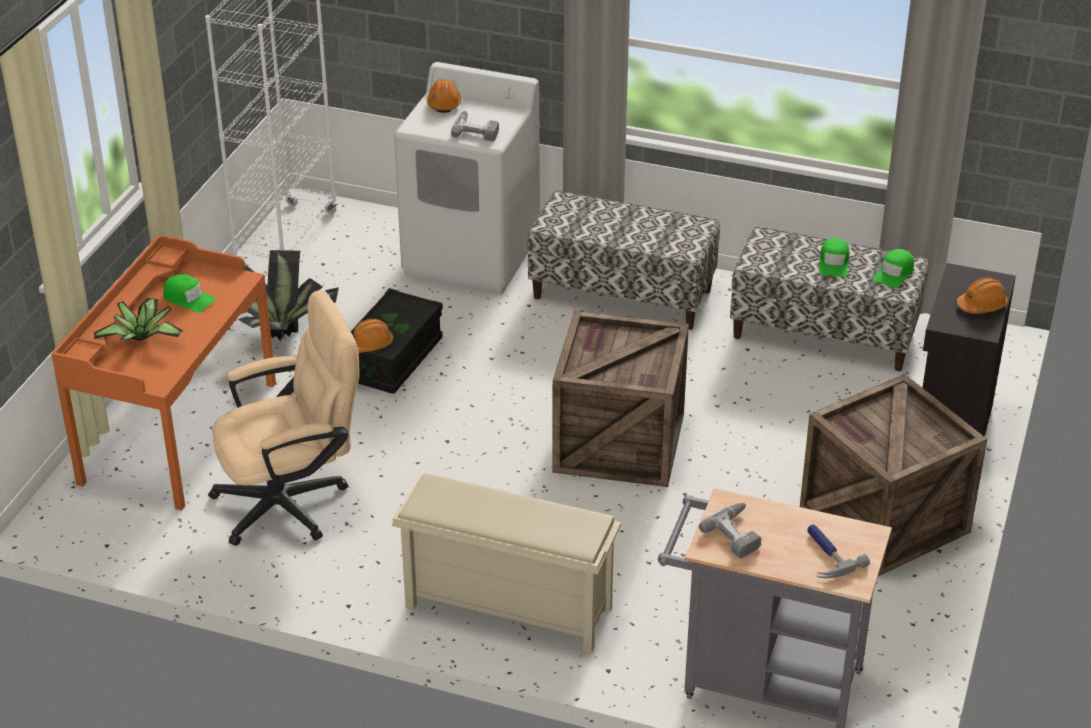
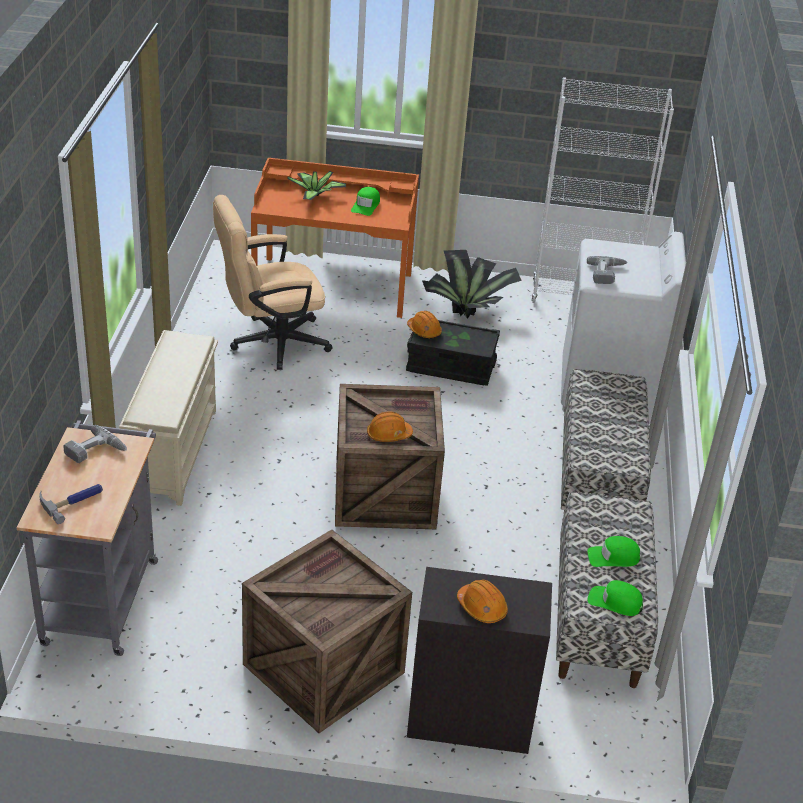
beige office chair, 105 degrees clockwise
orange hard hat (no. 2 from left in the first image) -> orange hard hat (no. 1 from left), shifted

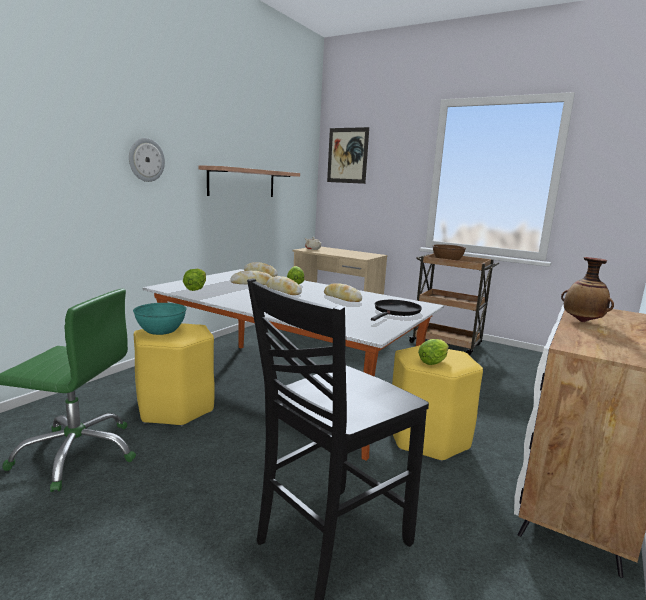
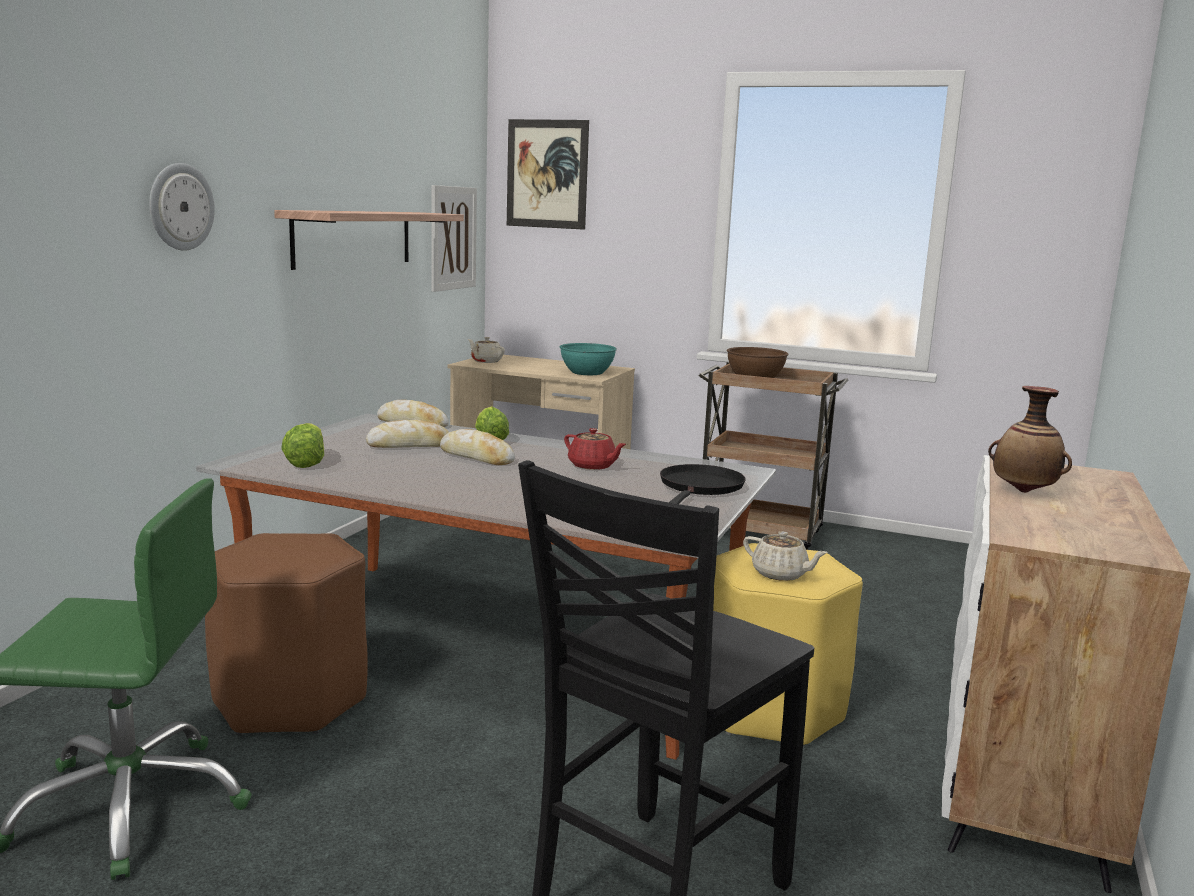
yellow stool (no. 1 from left) -> brown stool
none -> picture (no. 1 from left)
turquoise bowl, shifted
bread (no. 4 from left) -> red teapot
lettuce (no. 3 from left) -> beige teapot (no. 2 from left)

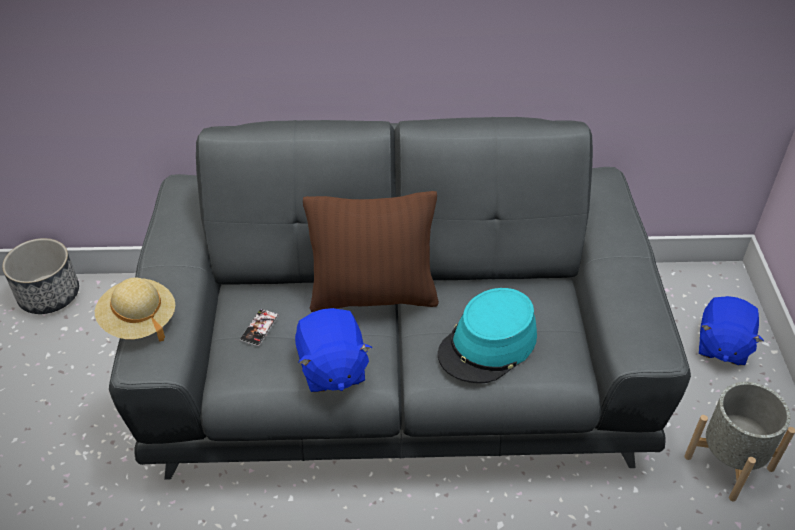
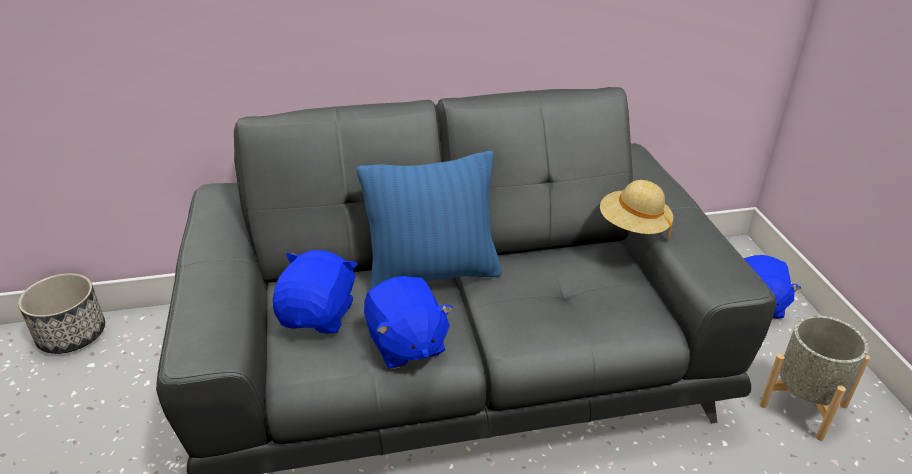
phone -> blue plush toy (no. 1 from left)
brown pillow -> blue pillow
beige hat, shifted
turquoise hat -> none

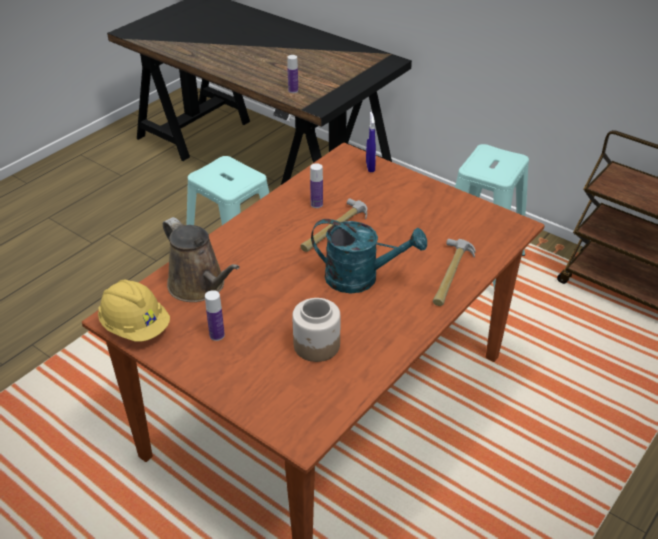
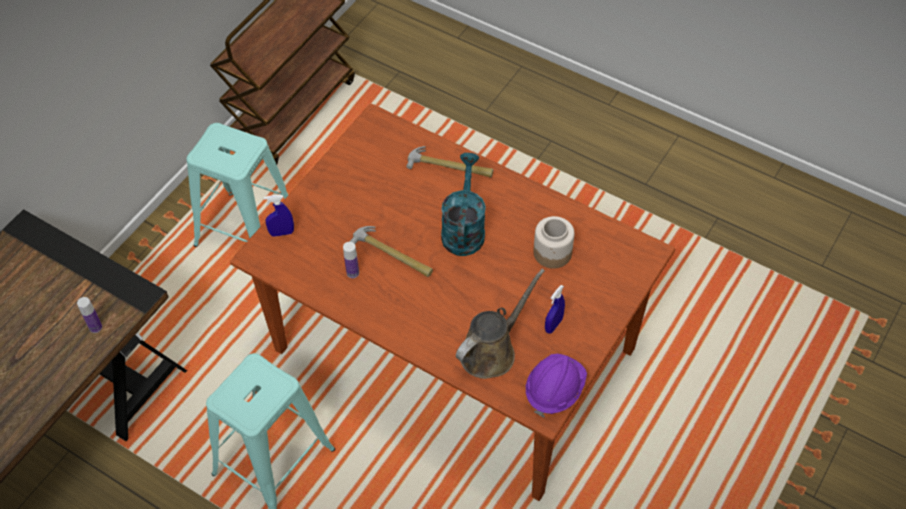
yellow hard hat -> purple hard hat
bottle (no. 1 from left) -> blue spray bottle (no. 2 from left)

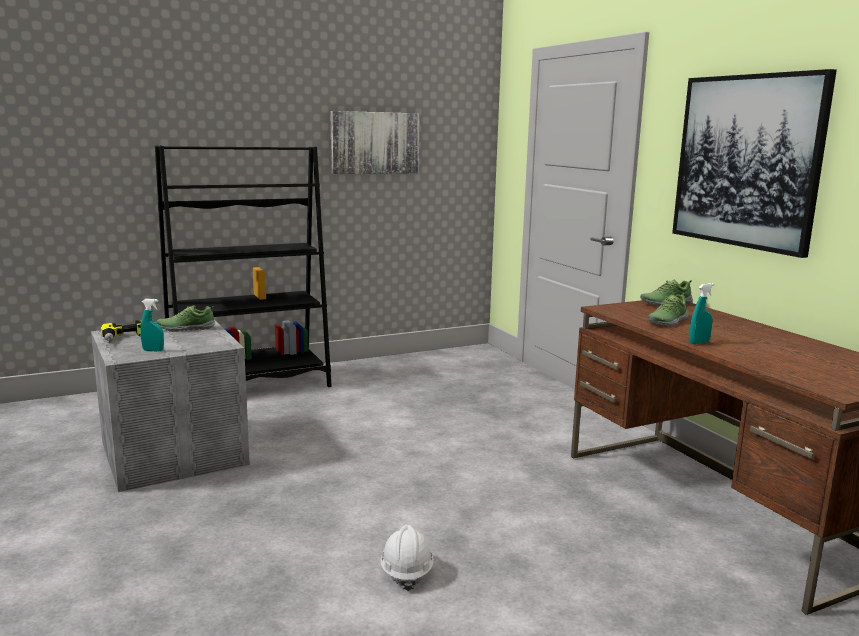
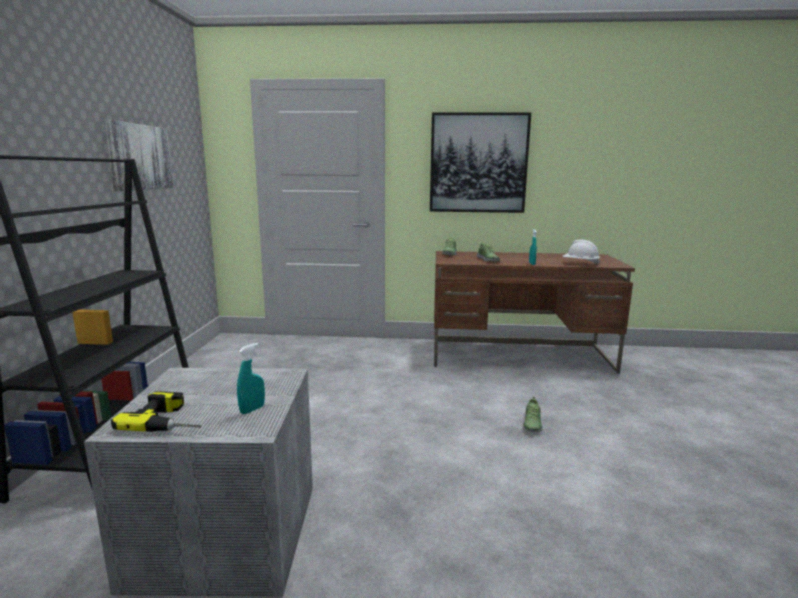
shoe (no. 1 from left in the first image) -> shoe (no. 3 from left), shifted
white hard hat, shifted

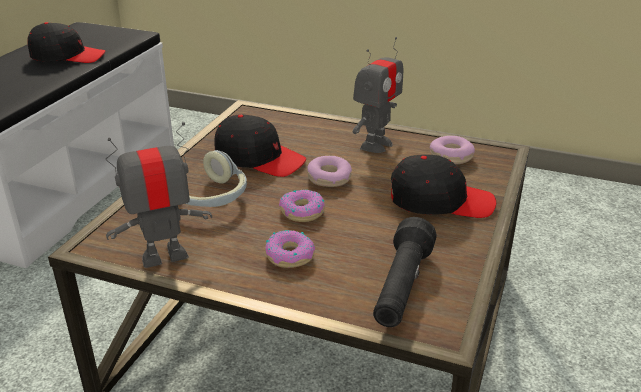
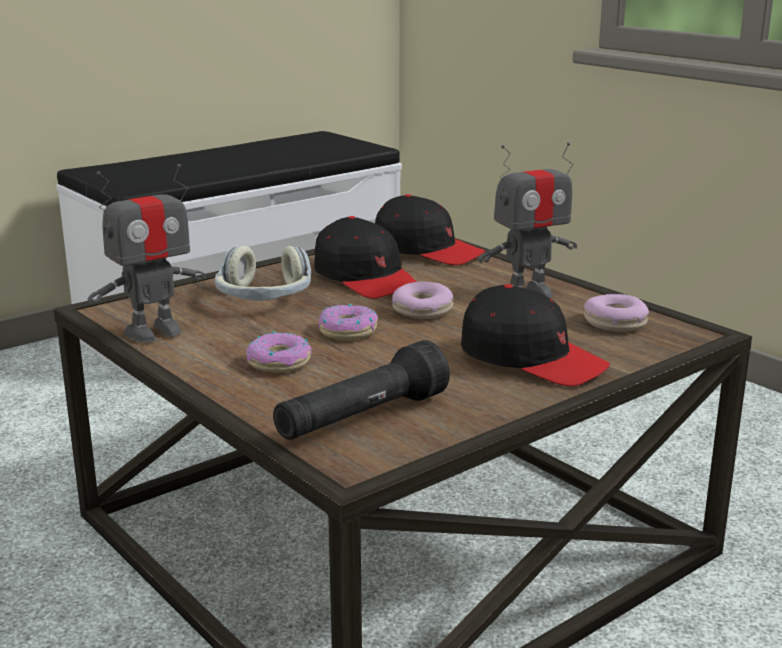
toy robot (no. 1 from left), 135 degrees clockwise
black cap (no. 1 from left in the first image) -> black cap (no. 2 from left), shifted

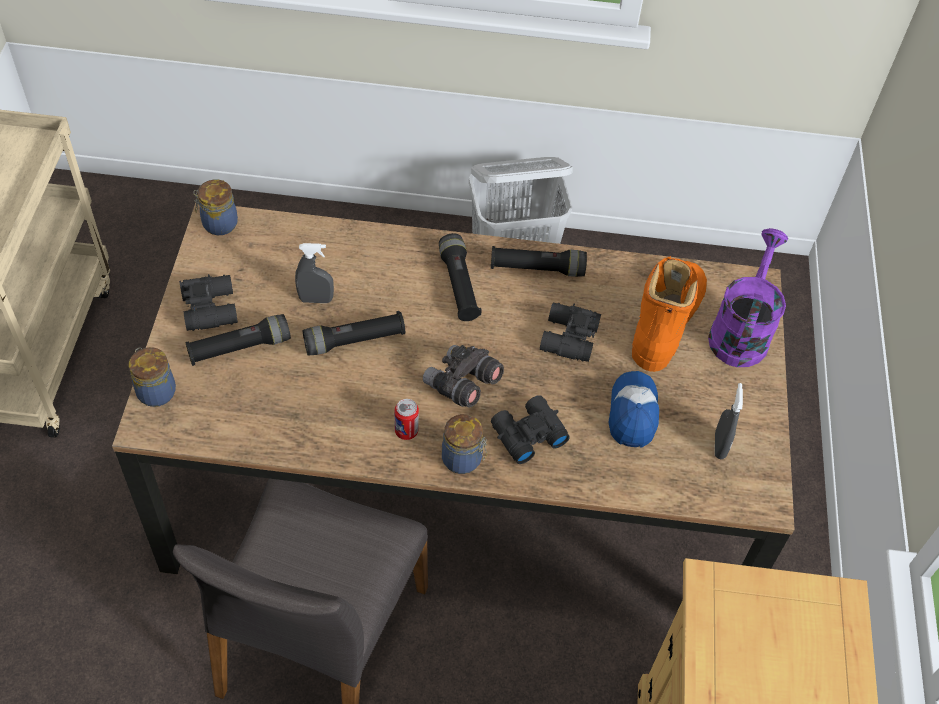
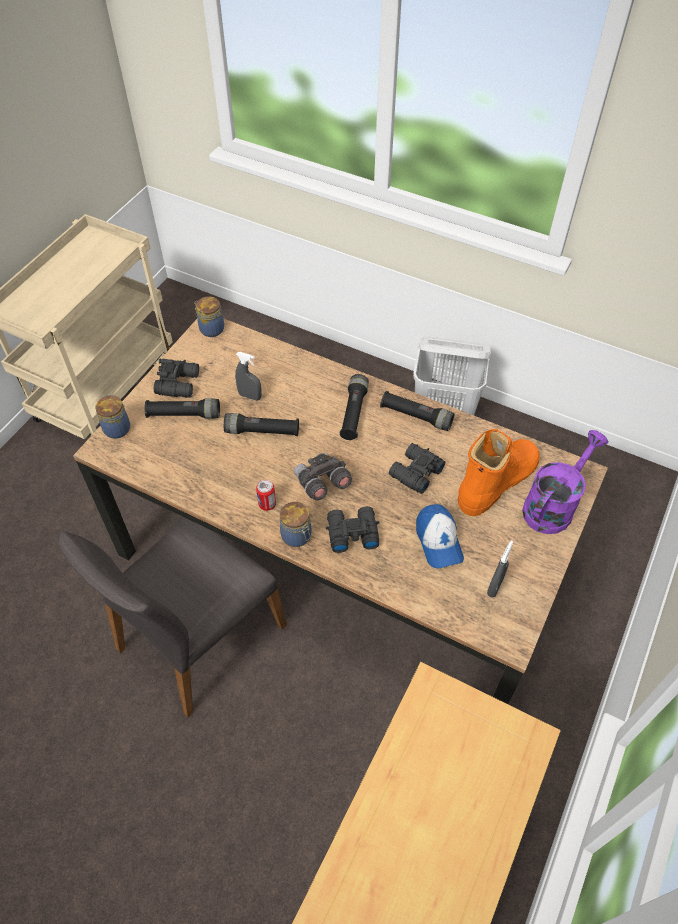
cap, 135 degrees clockwise

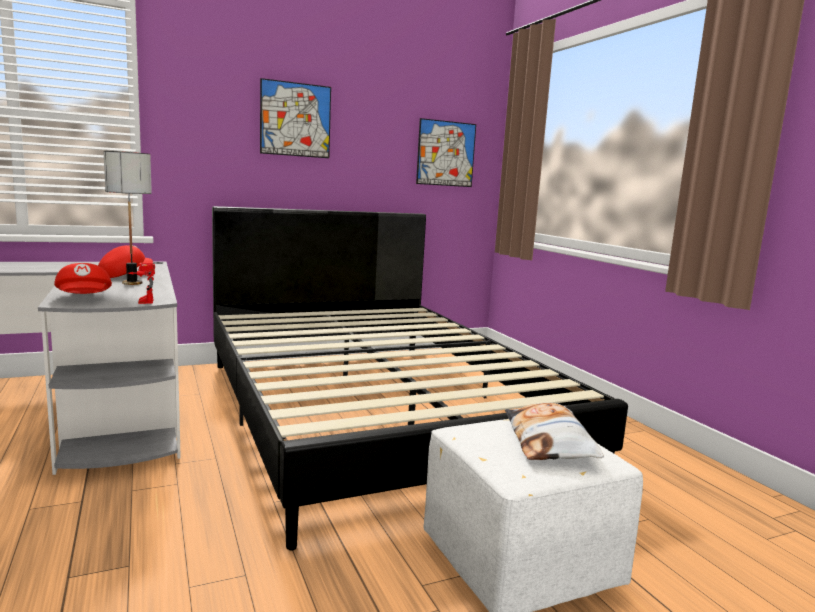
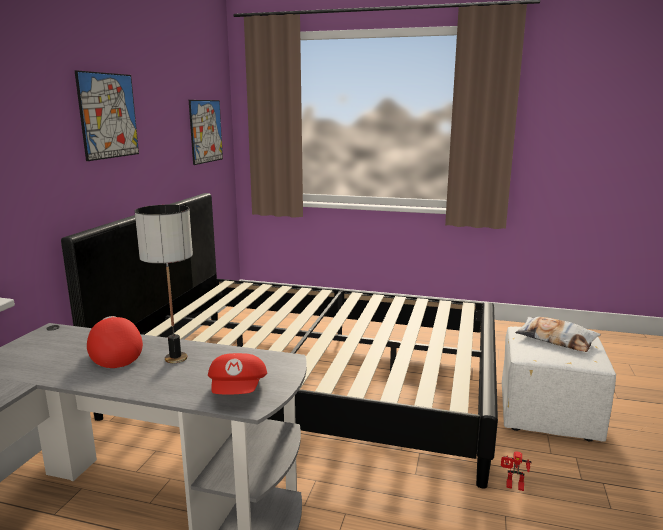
red cap (no. 1 from left in the first image) -> red cap (no. 2 from left), 75 degrees clockwise
toy robot, shifted

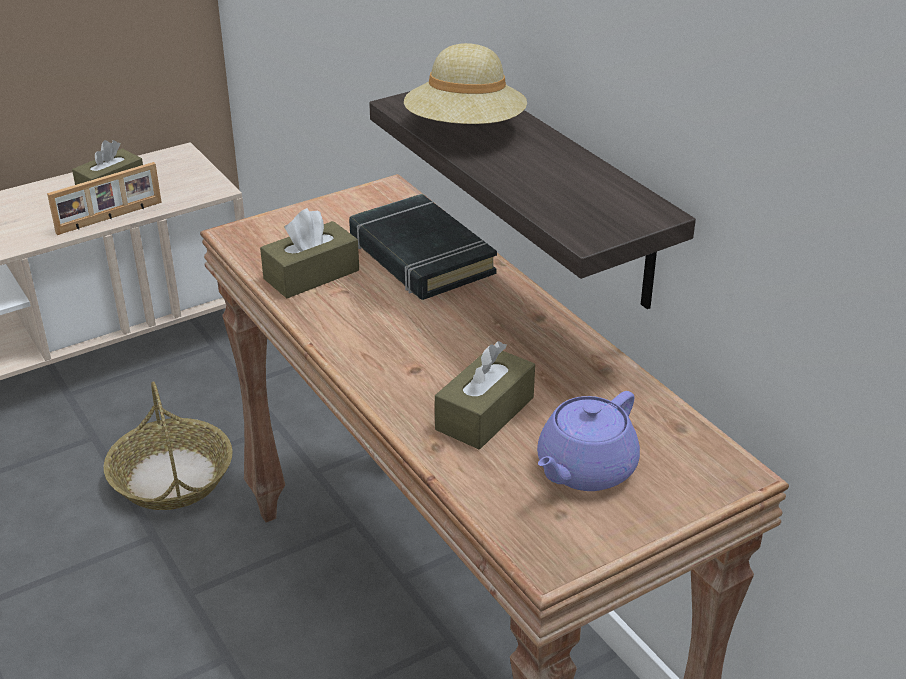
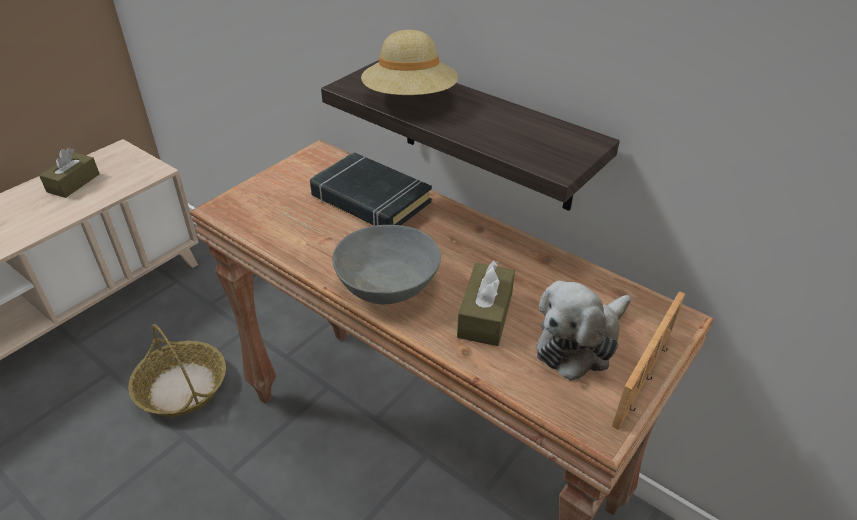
none -> grey bowl
purple teapot -> plush toy
picture frame, shifted
brown tissue box (no. 2 from left) -> none

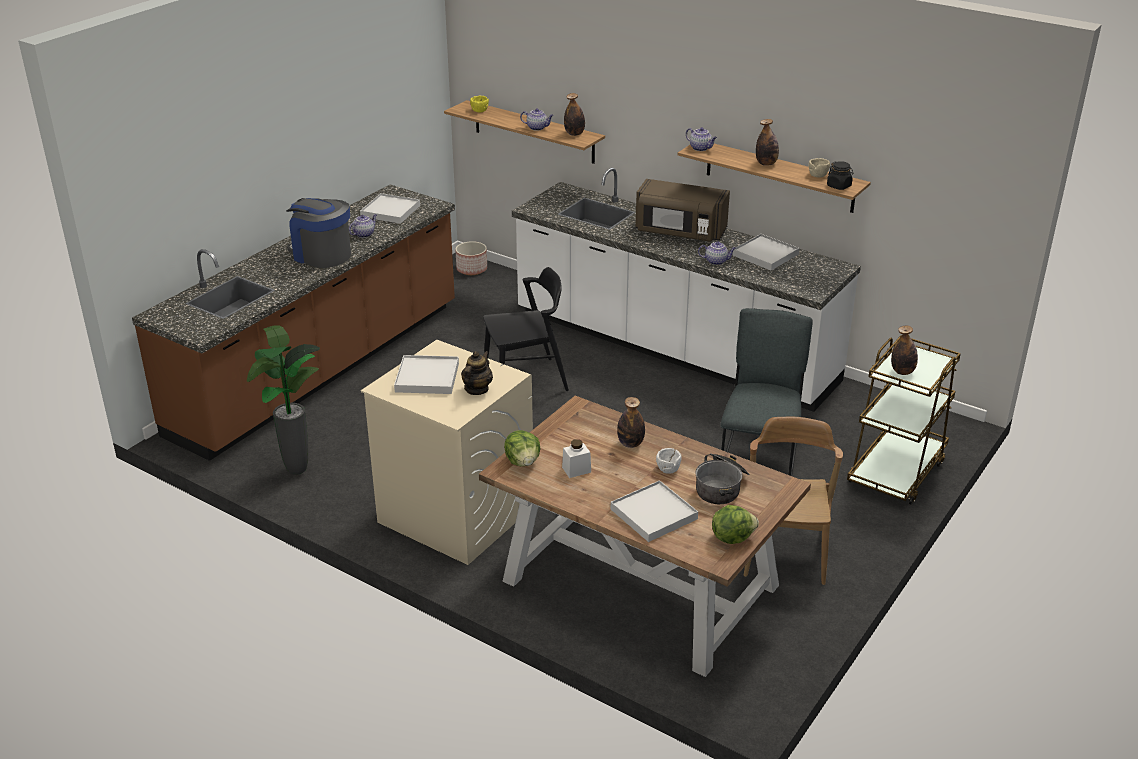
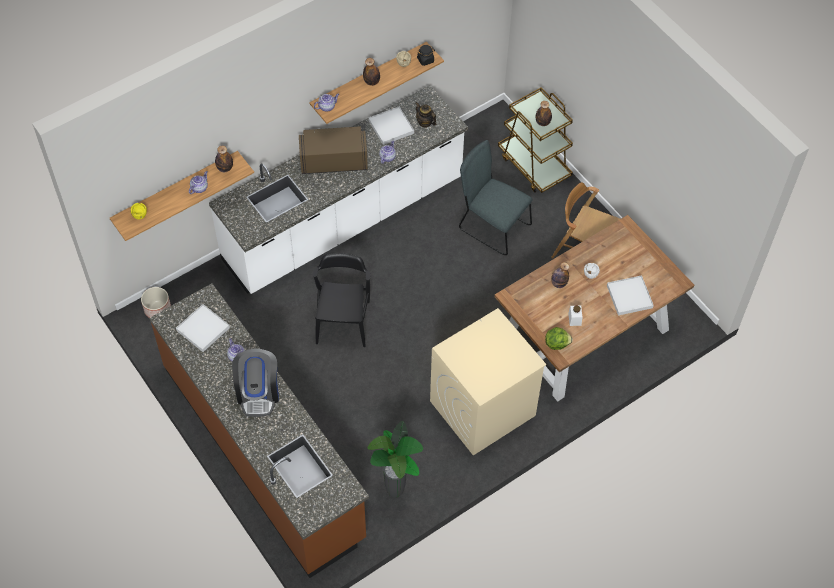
coffee machine, 60 degrees counterclockwise
brown microwave, 135 degrees counterclockwise
teapot (no. 2 from left in the first image) -> teapot (no. 5 from left), shifted
white tray (no. 2 from left) -> none
cooking pot -> none
lettuce (no. 2 from left) -> none

